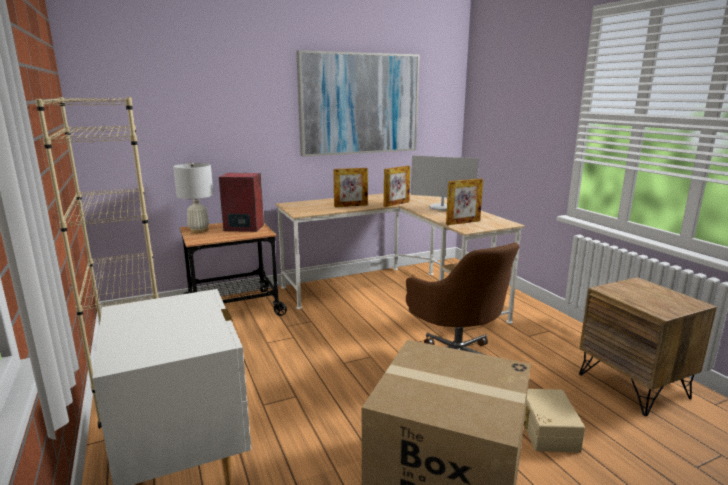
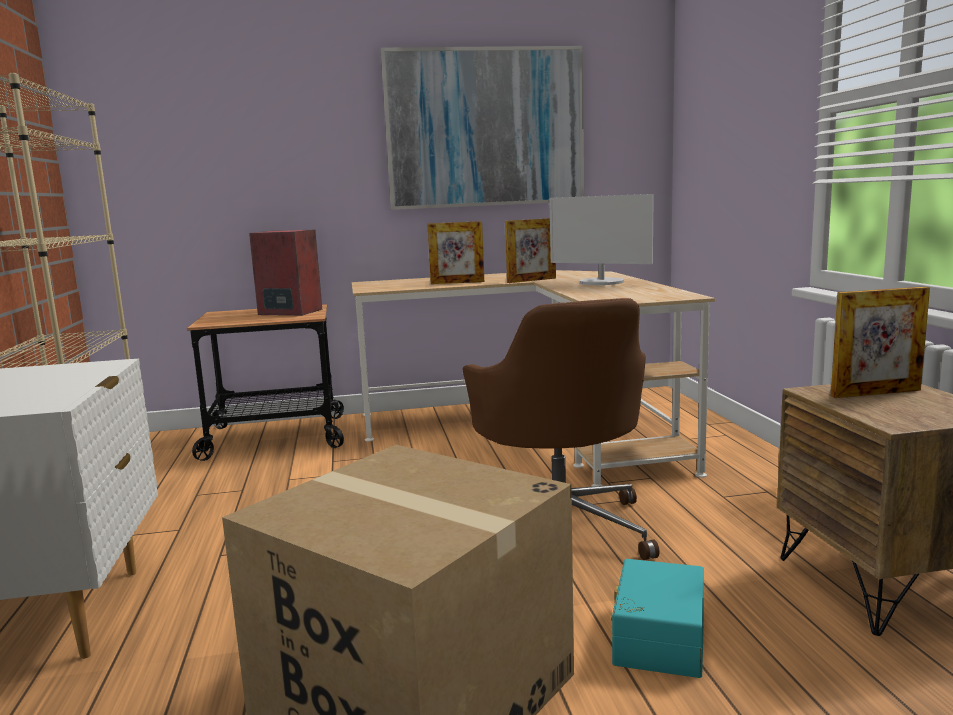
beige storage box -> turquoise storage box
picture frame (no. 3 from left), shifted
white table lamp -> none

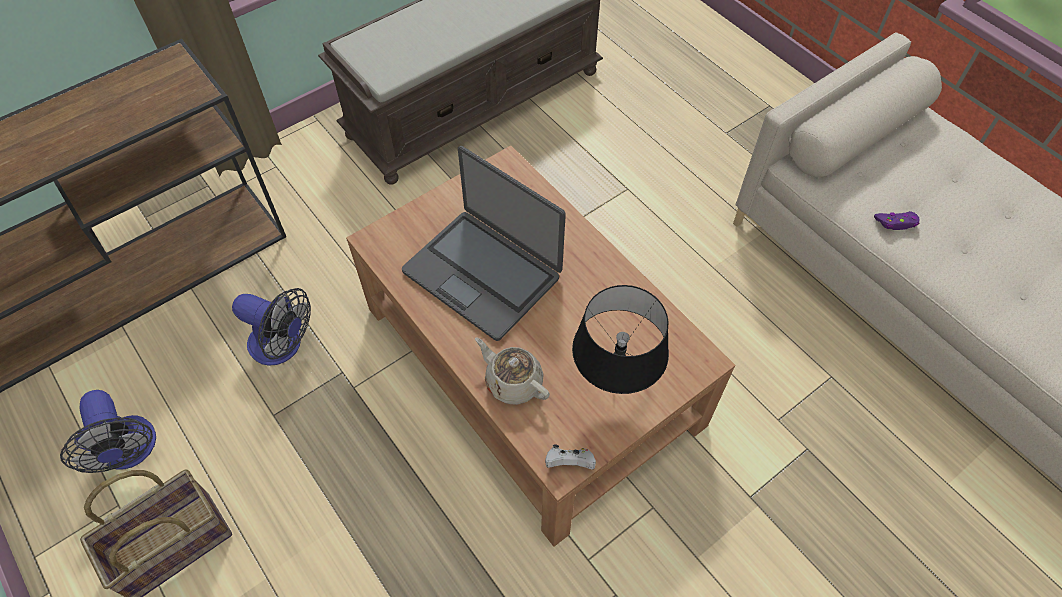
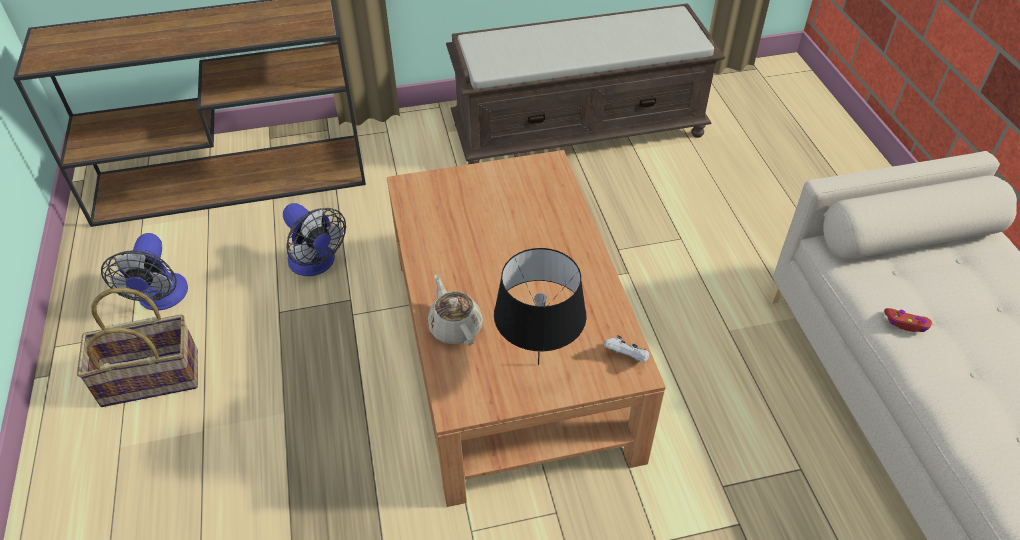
white game controller, shifted
purple game controller -> red game controller
laptop -> none

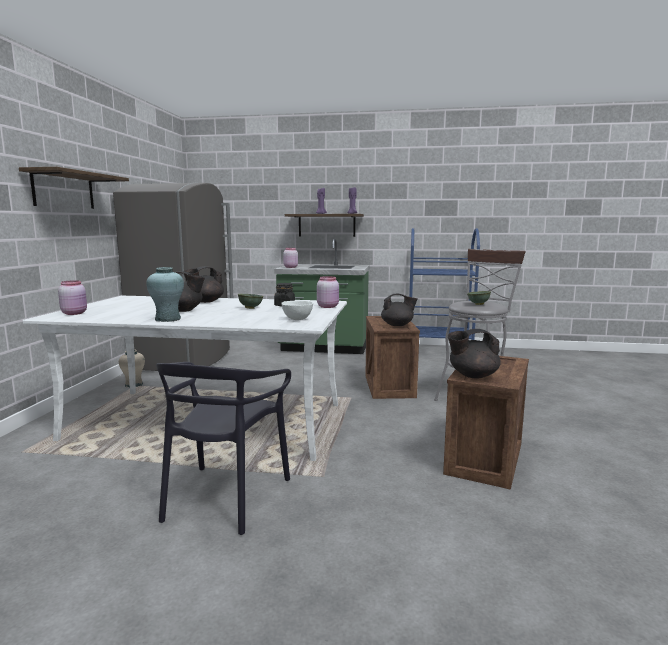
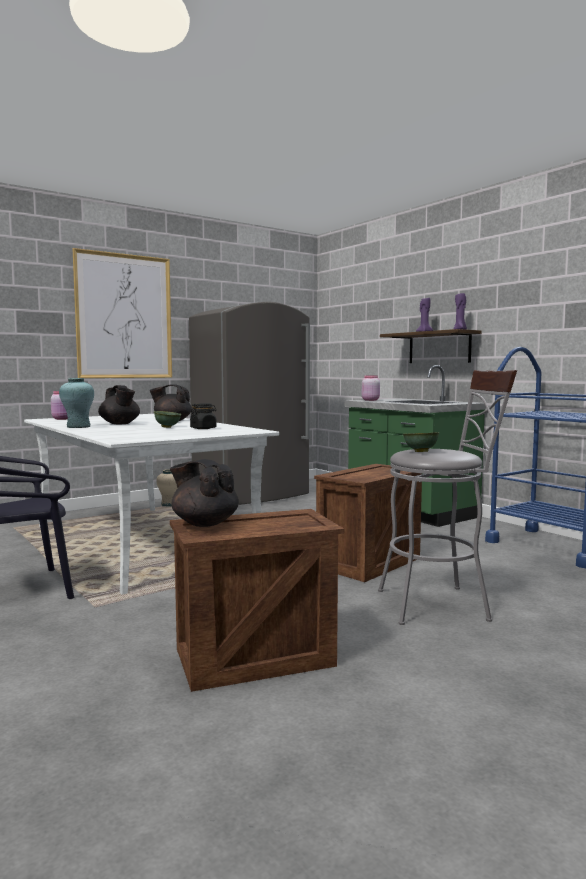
shelf (no. 1 from left) -> picture
white bowl -> none
pink jar (no. 3 from left) -> none
black teapot (no. 3 from left) -> none

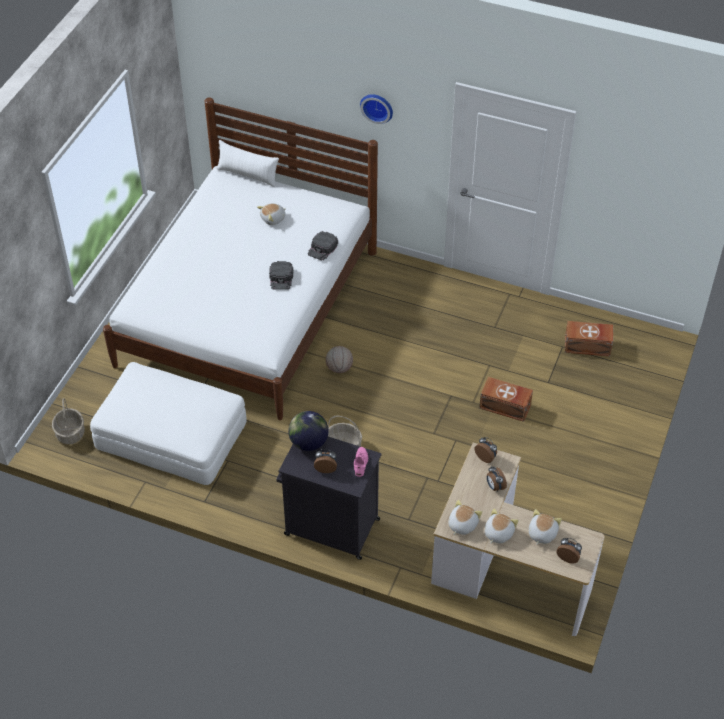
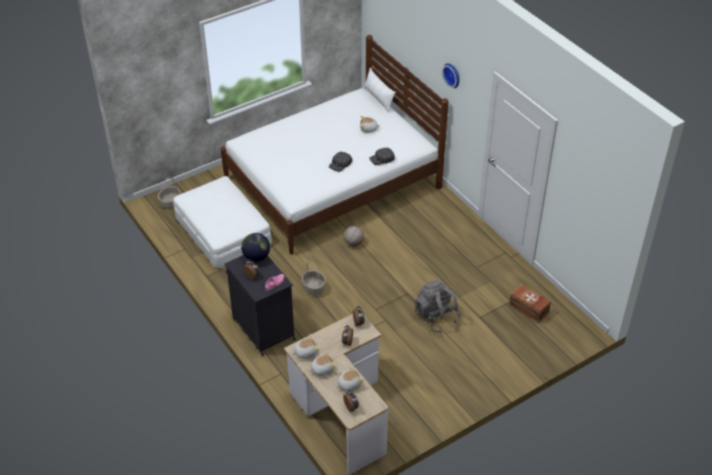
brown storage box (no. 1 from left) -> grey backpack

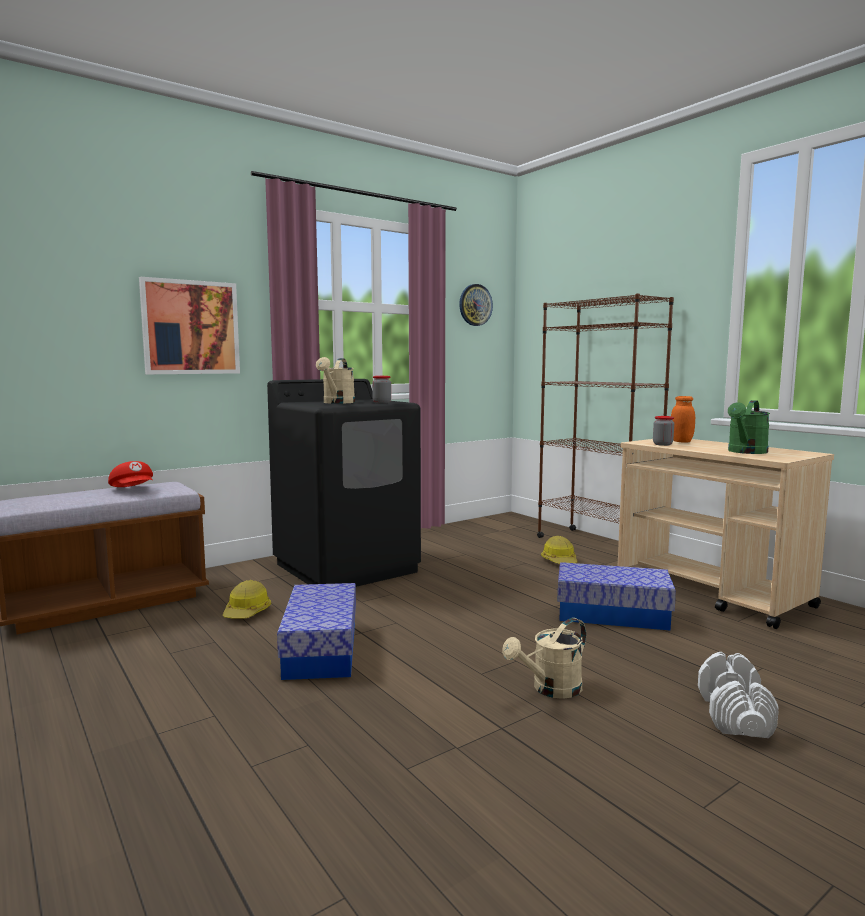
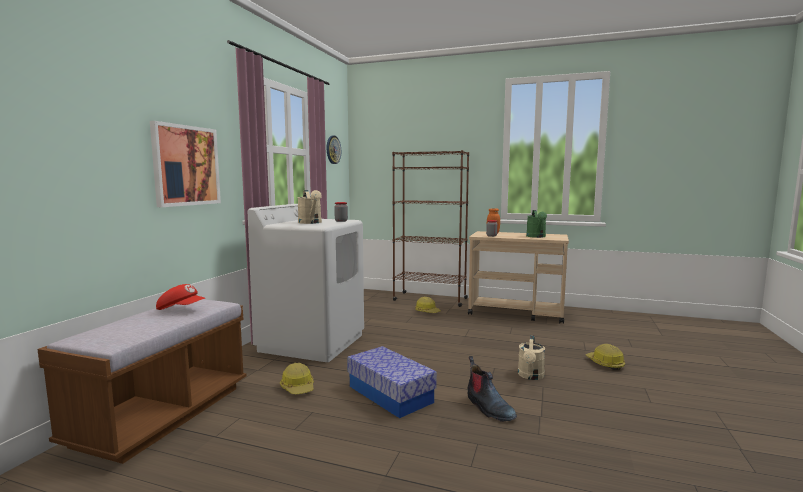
black washing machine -> white washing machine
none -> boot
white dumbbell -> hard hat (no. 3 from left)
storage box (no. 2 from left) -> none

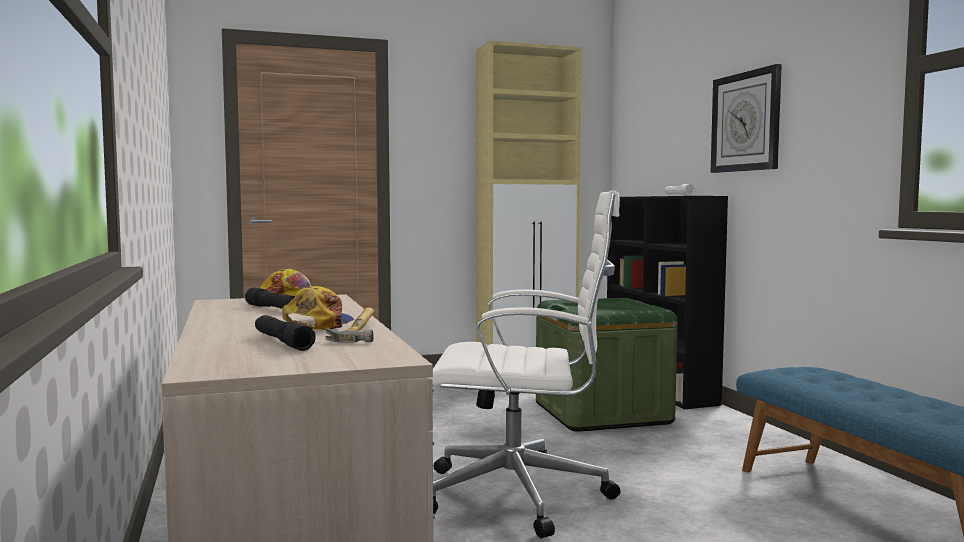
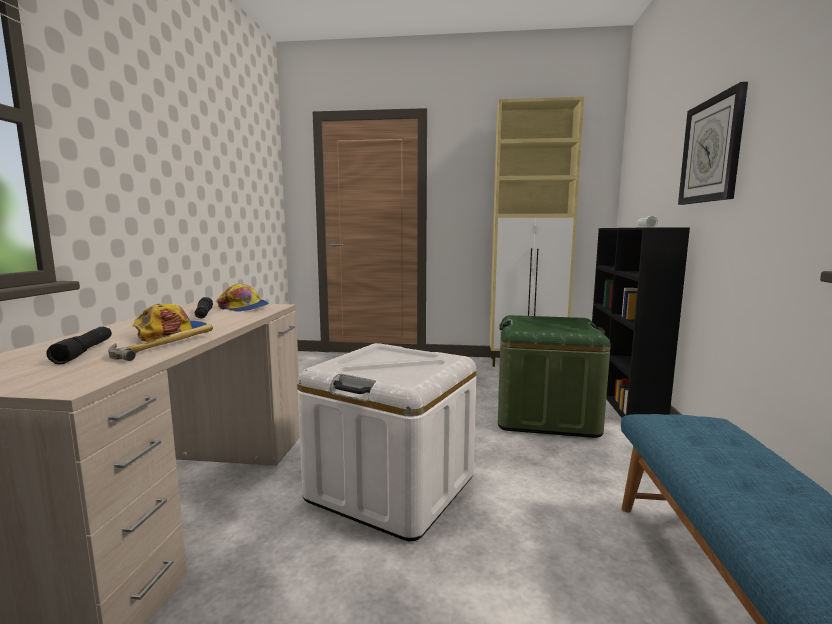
white office chair -> white storage box

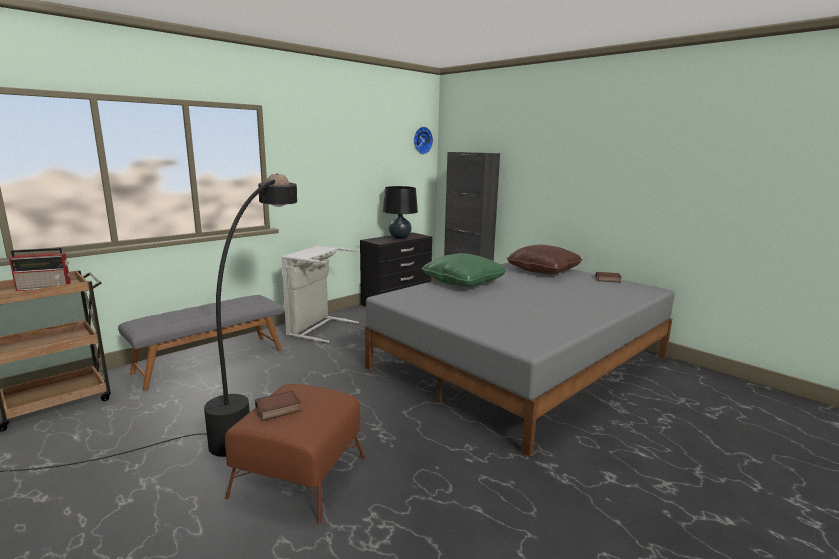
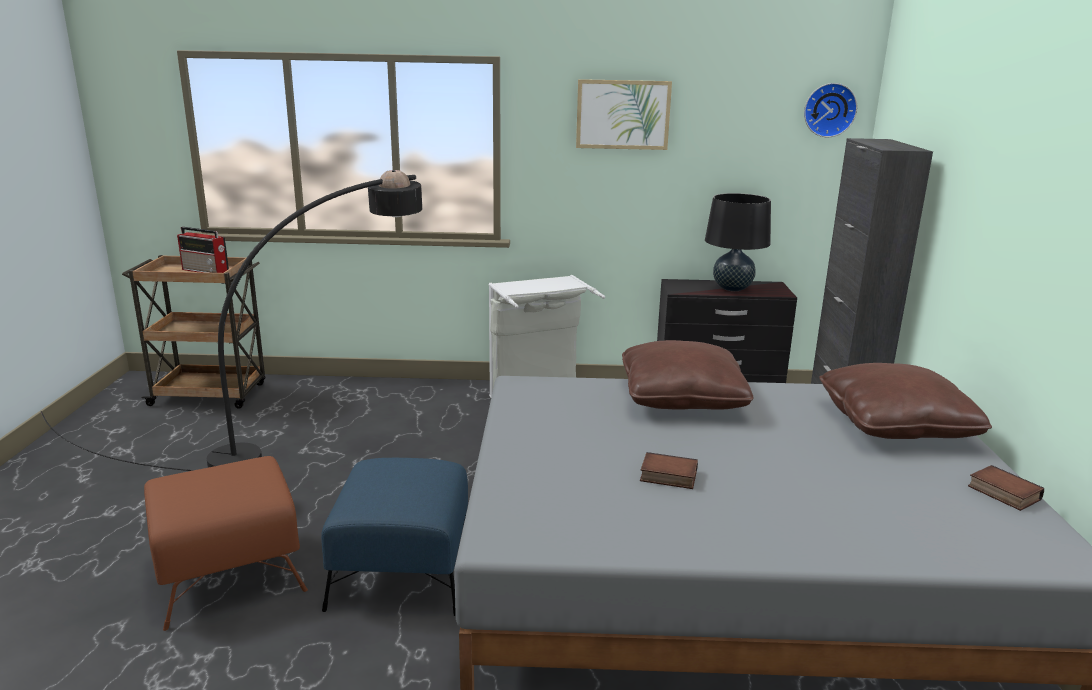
none -> blue ottoman
none -> picture
green pillow -> brown pillow (no. 1 from left)
book (no. 1 from left), shifted
grey bench -> none

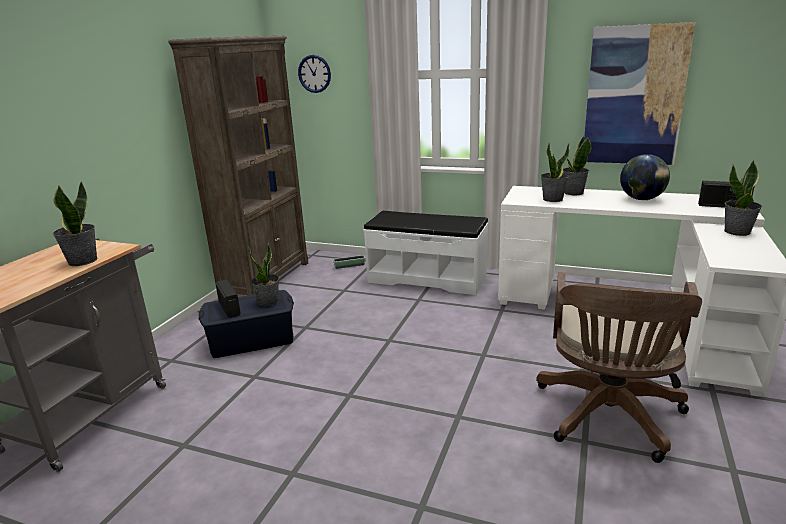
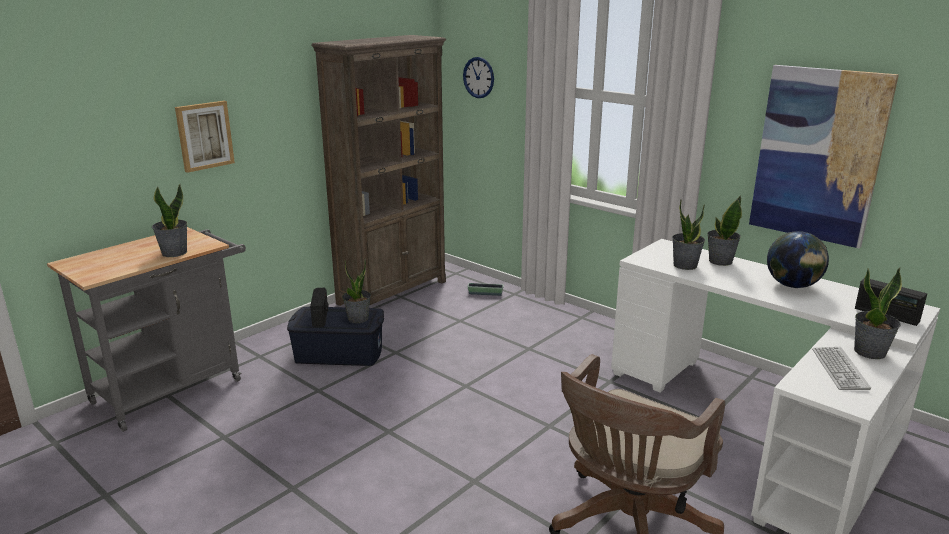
none -> picture (no. 1 from left)
none -> keyboard
white bench -> none

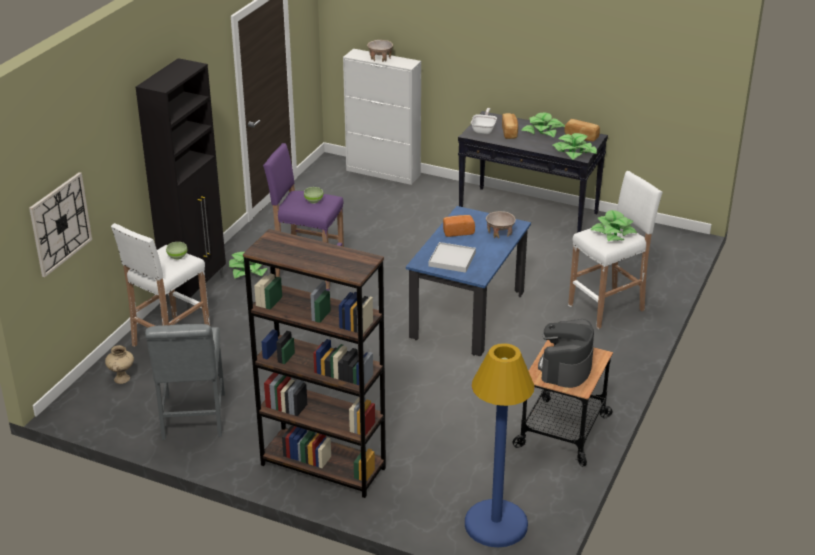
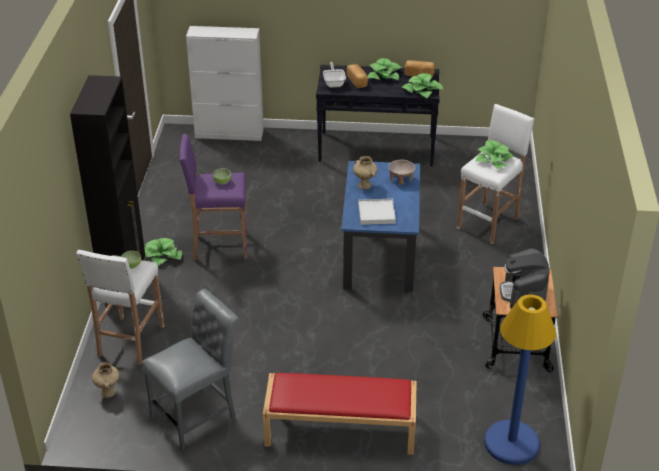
grey chair, 105 degrees counterclockwise
brown bookcase -> red bench
bread (no. 1 from left) -> beige vase (no. 2 from left)
wall clock -> none
beige bowl (no. 1 from left) -> none

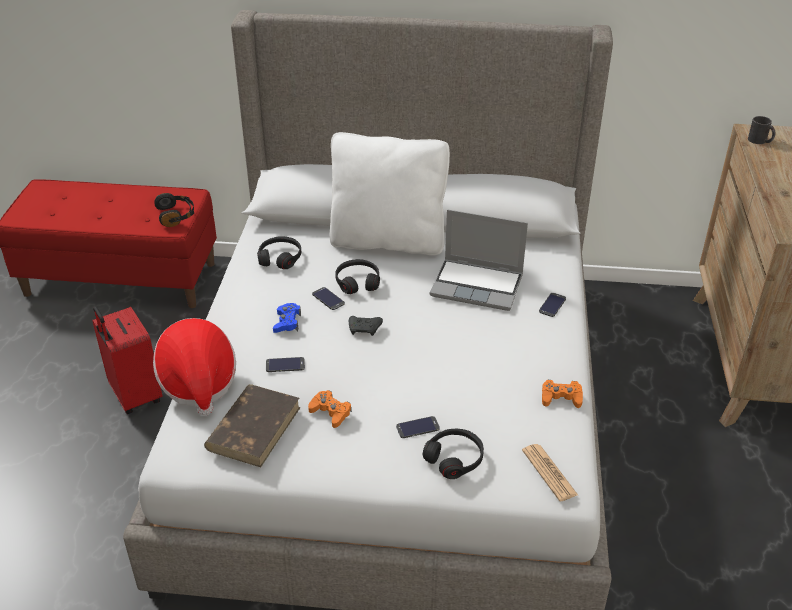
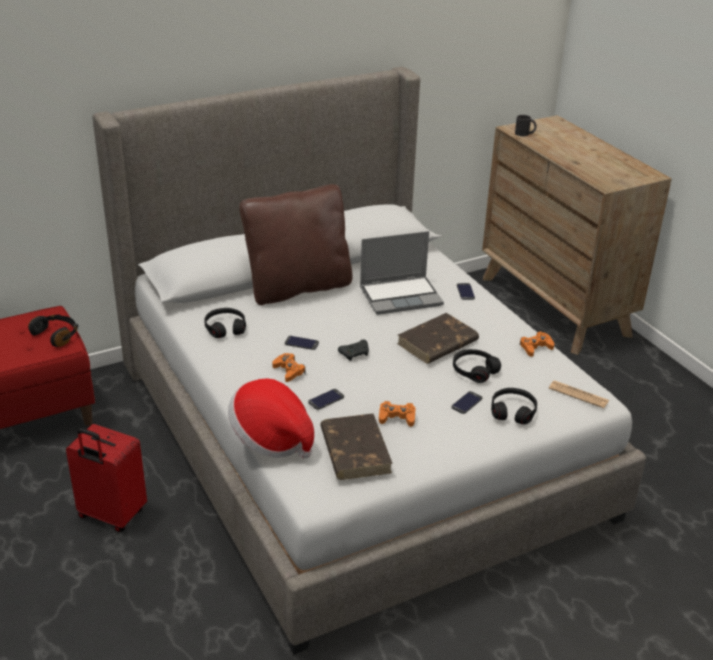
white pillow -> brown pillow
blue game controller -> orange game controller (no. 1 from left)
none -> brown book (no. 2 from left)
black headphones (no. 3 from left), shifted

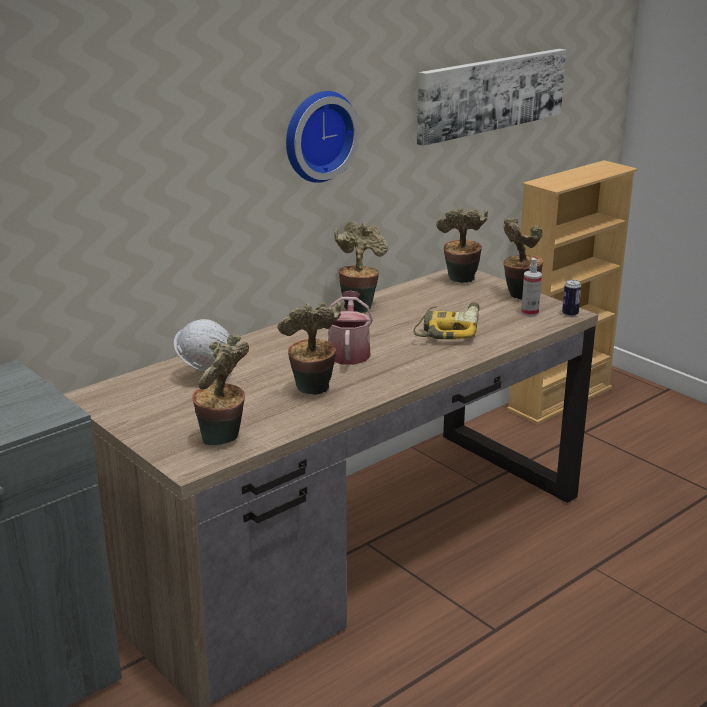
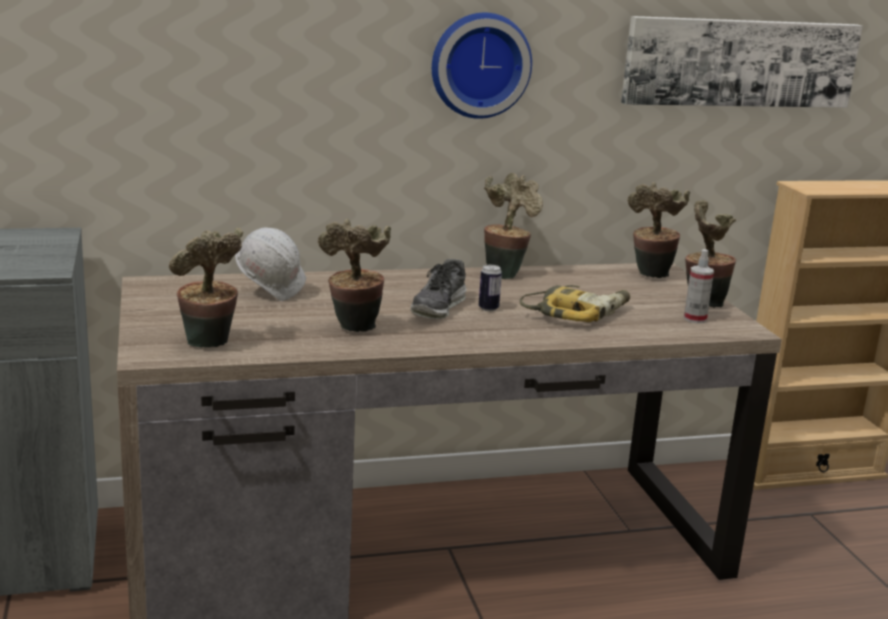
watering can -> shoe
can, shifted

